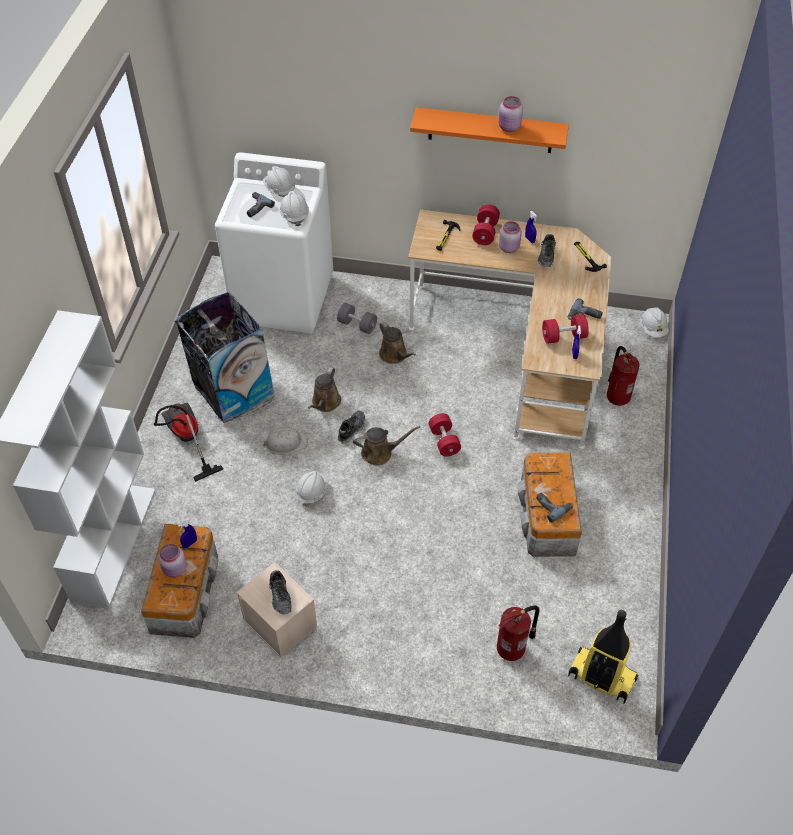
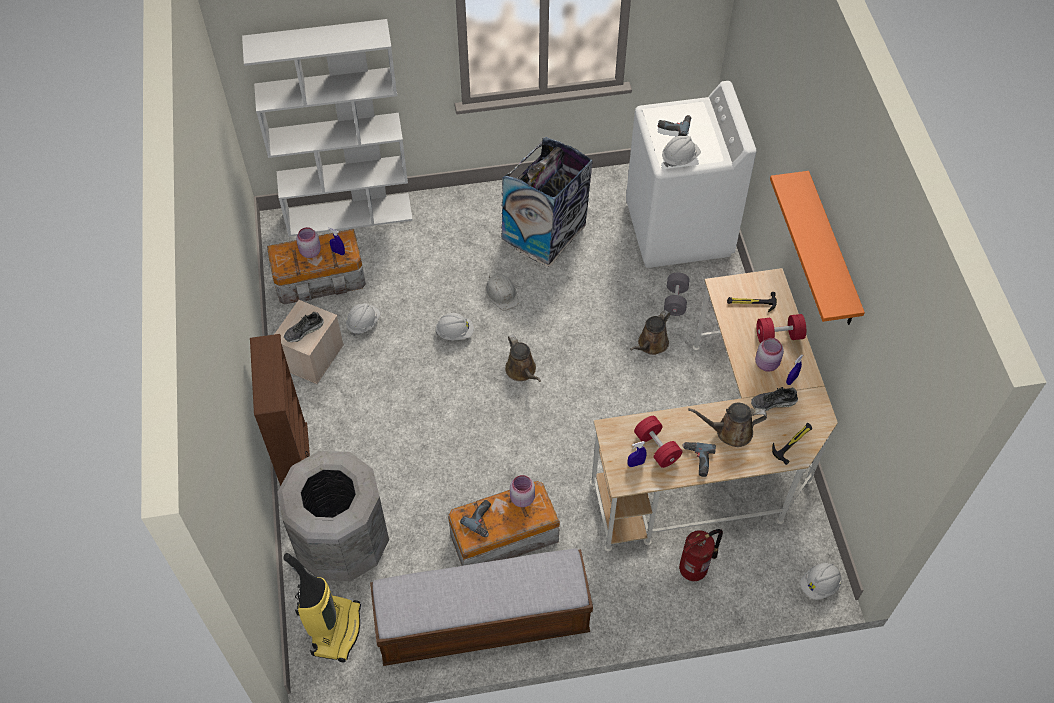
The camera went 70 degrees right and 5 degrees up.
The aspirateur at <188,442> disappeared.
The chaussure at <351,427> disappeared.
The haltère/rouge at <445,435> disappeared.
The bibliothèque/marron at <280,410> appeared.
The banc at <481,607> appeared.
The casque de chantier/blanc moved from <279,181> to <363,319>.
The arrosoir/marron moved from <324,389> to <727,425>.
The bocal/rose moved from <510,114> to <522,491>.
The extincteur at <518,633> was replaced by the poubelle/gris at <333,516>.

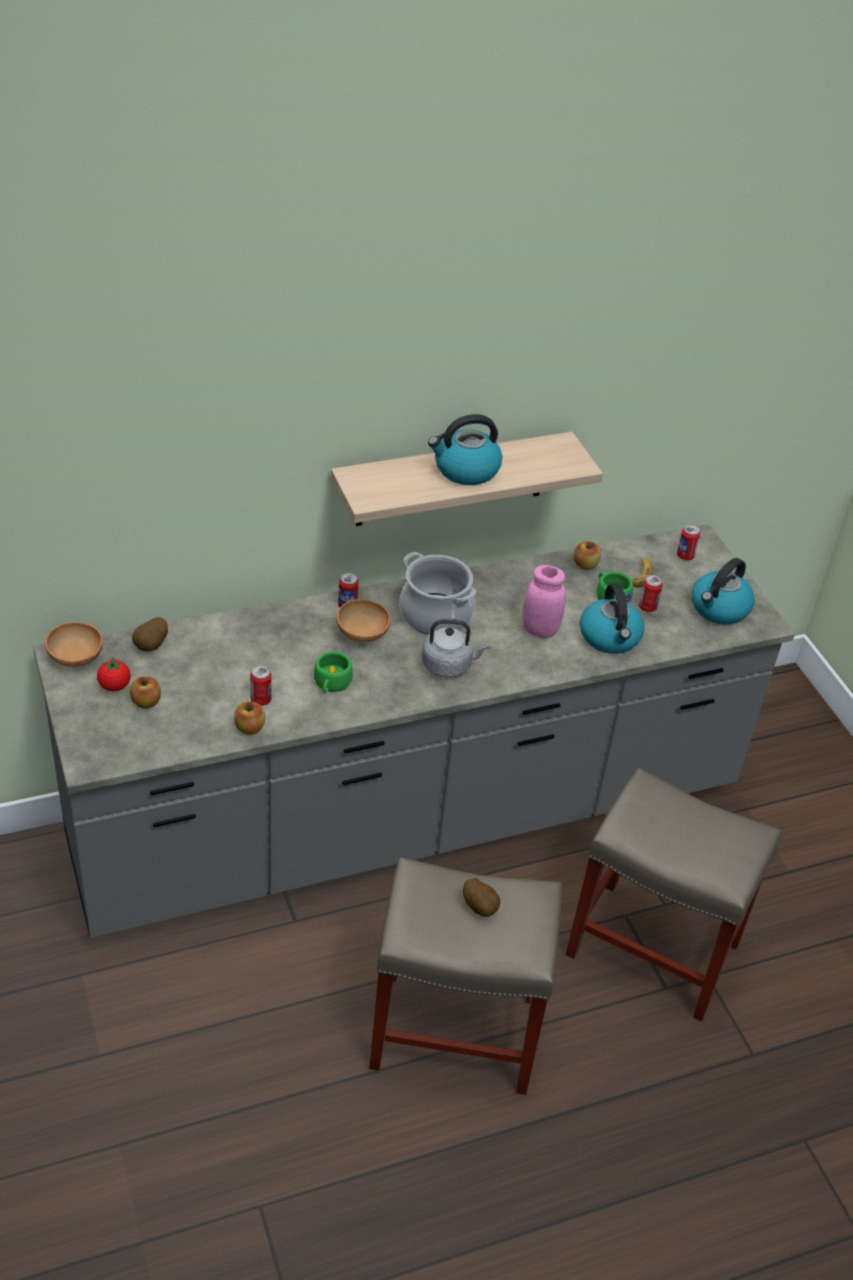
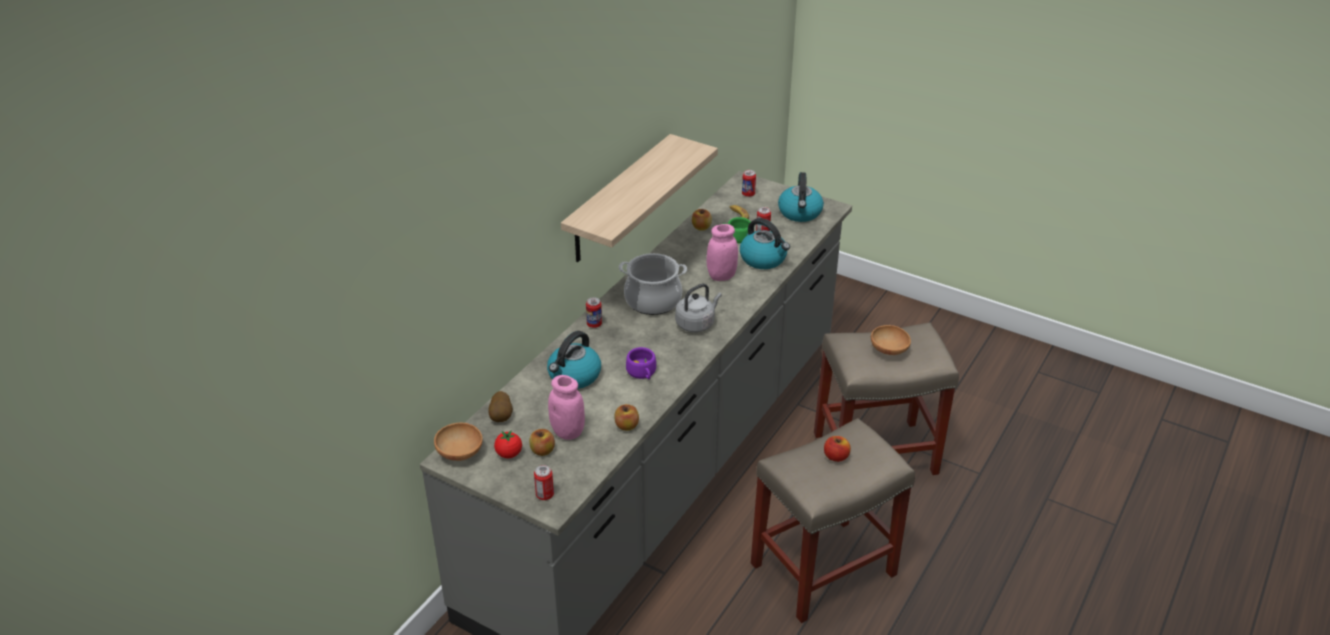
The camera went 35 degrees left and 5 degrees down.
The bocal/rose at <566,407> appeared.
The boîte métallique moved from <261,686> to <544,482>.
The bol/marron moved from <363,620> to <891,340>.
The bouilloire moved from <465,449> to <574,360>.
The pomme de terre at <481,897> was replaced by the pomme at <837,449>.
The tasse/vert at <333,672> became the tasse/violet at <641,363>.

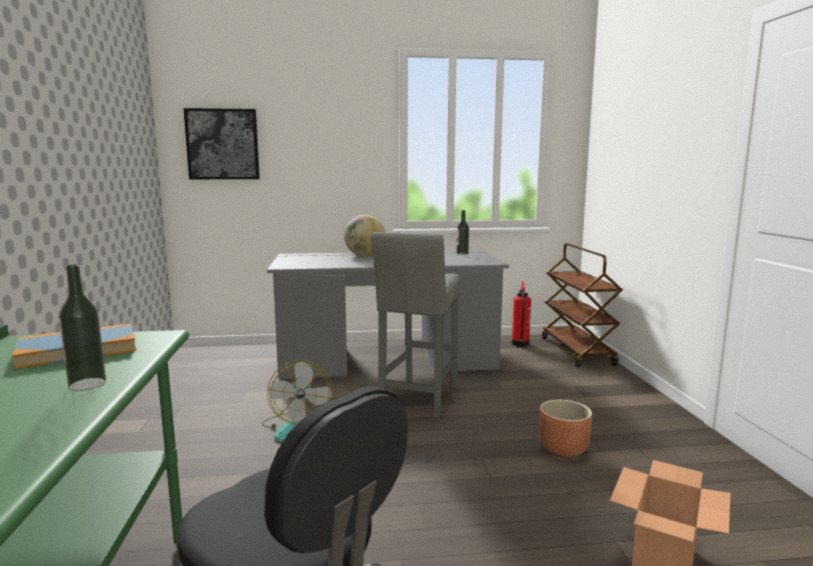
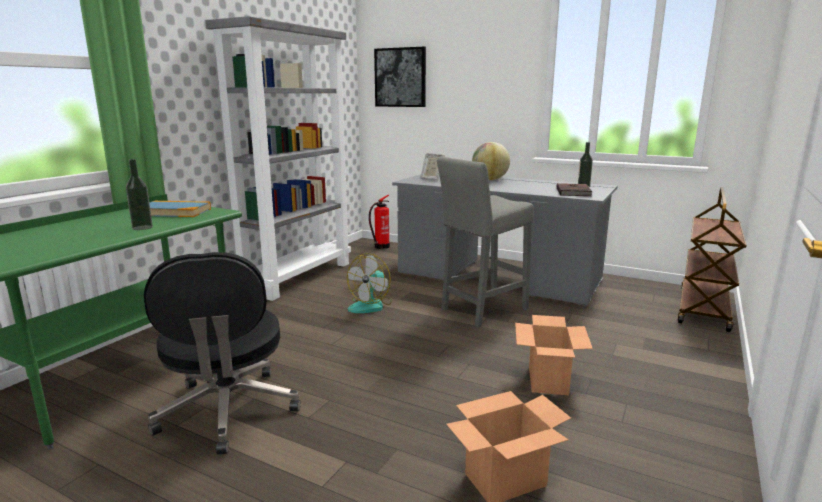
The camera went 35 degrees right and 5 degrees up.
The bibliothèque/gris at <278,158> appeared.
The cadre photo at <433,166> appeared.
The livre/marron at <574,189> appeared.
The extincteur moved from <521,314> to <379,222>.
The cache-pot/marron at <565,429> was replaced by the carton at <554,355>.

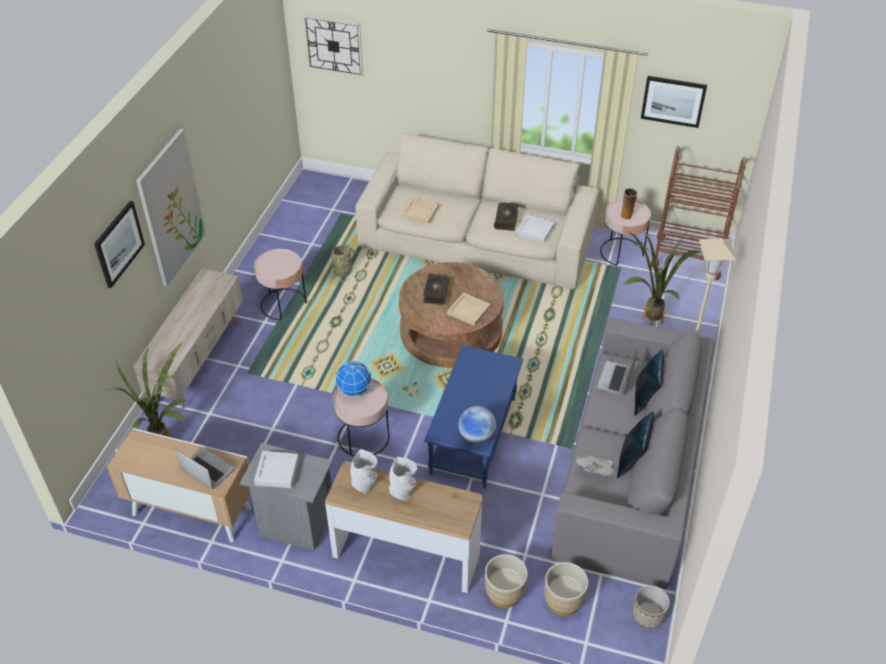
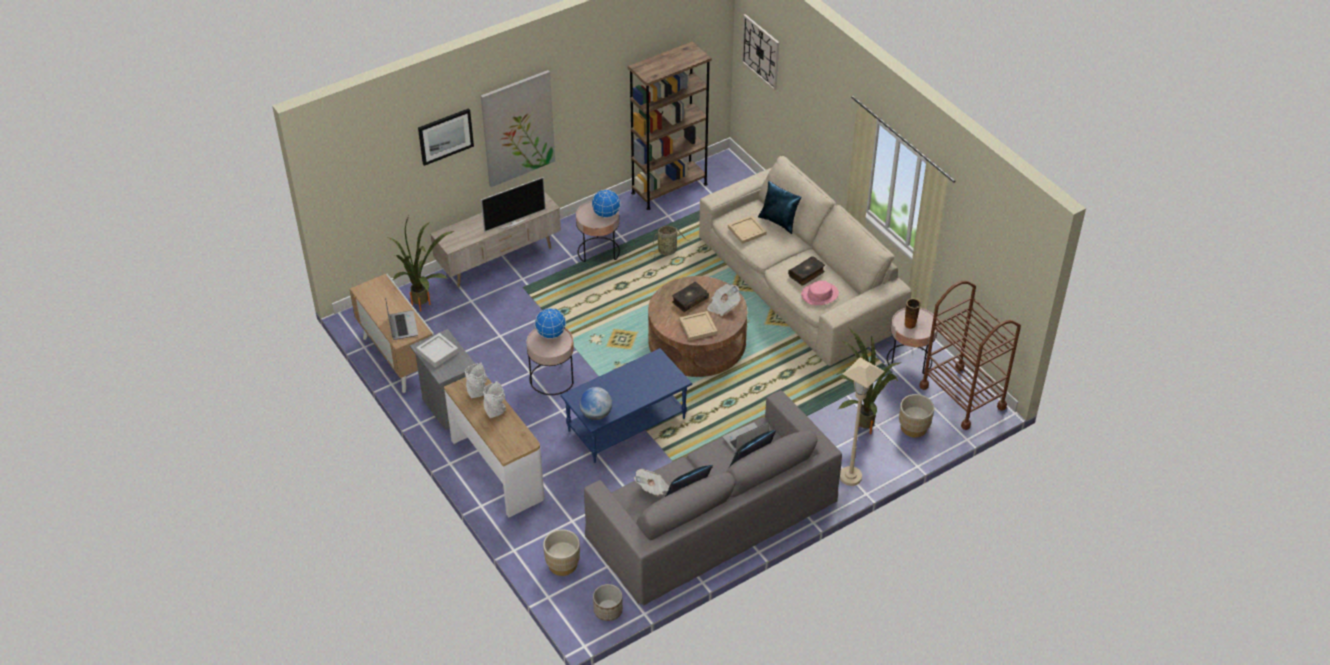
The camera went 40 degrees right and 0 degrees up.
The tableau at <674,102> disappeared.
The téléviseur at <513,204> appeared.
The globe at <606,203> appeared.
The bibliothèque/marron at <670,125> appeared.
The journal at <723,300> appeared.
The coussin/bleu at <779,207> appeared.
The cache-pot/beige moved from <506,581> to <916,415>.
The plateau/blanc at <535,228> was replaced by the chapeau/rose at <820,293>.

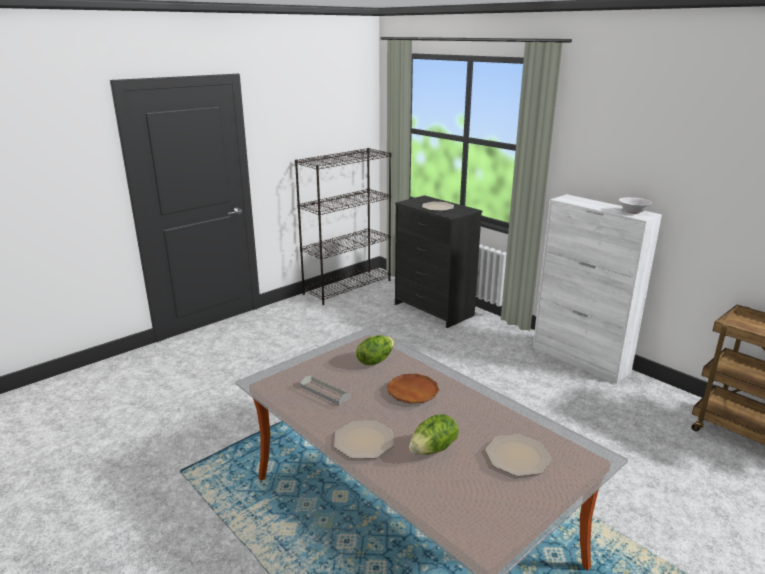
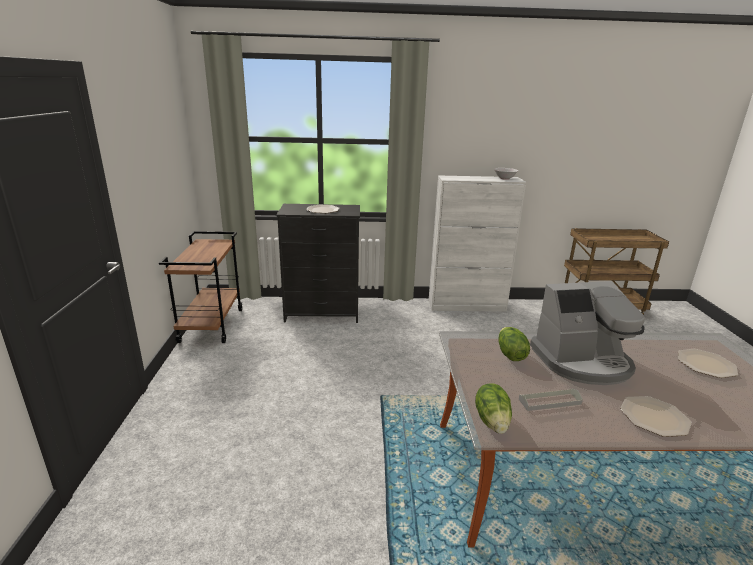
The camera went 50 degrees left and 0 degrees up.
The laitue moved from <434,434> to <493,409>.
The bibliothèque/noir at <343,226> was replaced by the chariot/marron at <200,287>.
The assiette/marron at <413,388> was replaced by the machine à café at <587,333>.

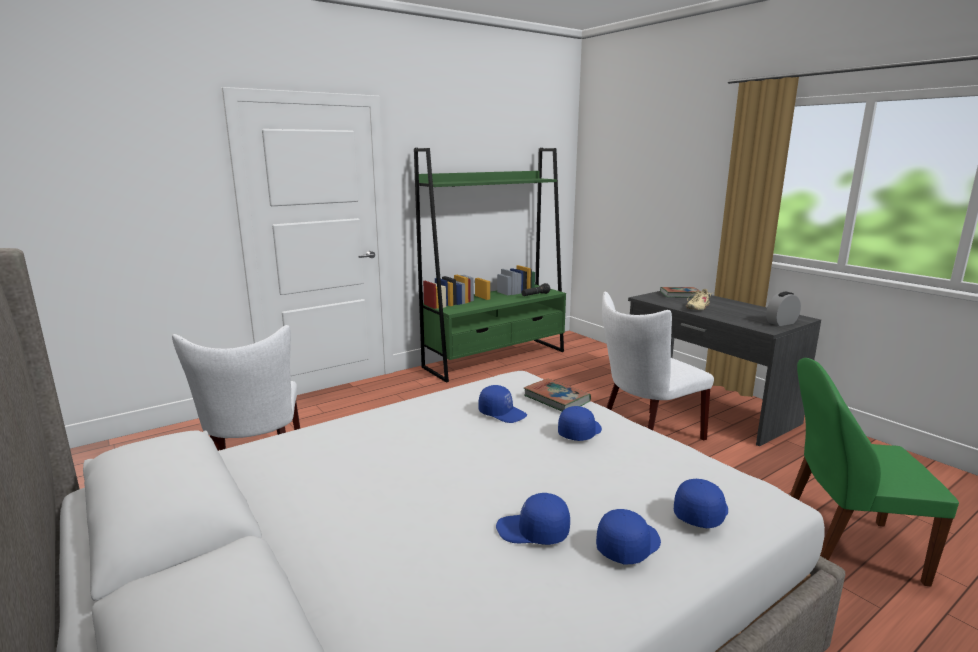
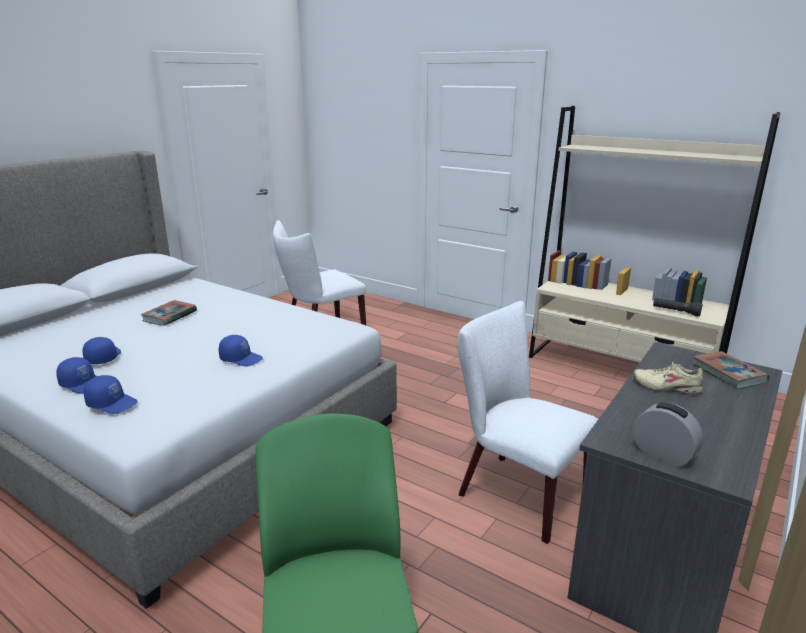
The camera went 70 degrees right and 5 degrees up.
The casquette/bleu at <502,404> disappeared.
The livre moved from <557,395> to <169,313>.
The bibliothèque/vert at <490,265> became the bibliothèque/beige at <654,234>.

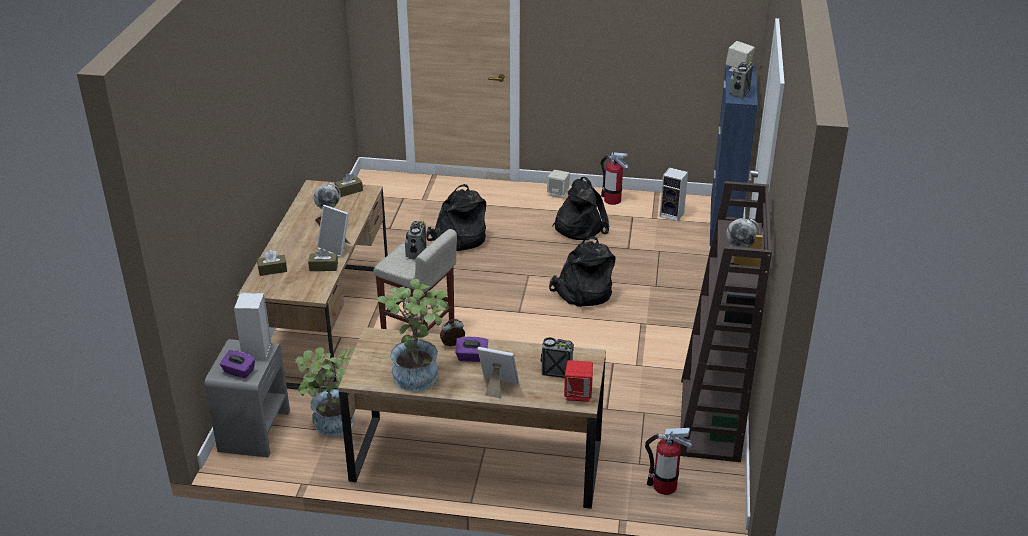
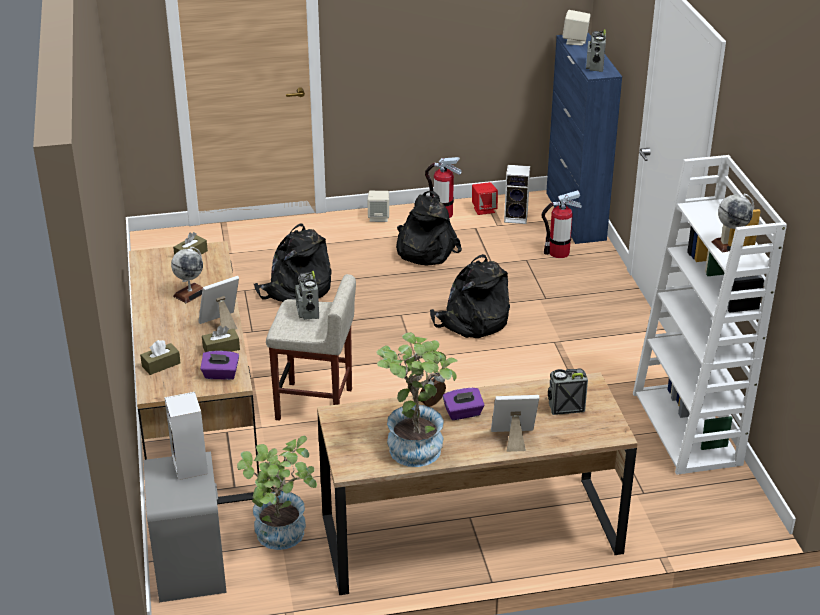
The camera went 20 degrees left and 0 degrees up.
The boîte à mouchoirs/violet moved from <237,364> to <219,365>.
The enceinte/rouge moved from <578,381> to <485,198>.
The extincteur moved from <668,461> to <561,224>.
The bibliothèque/marron at <725,321> became the bibliothèque/blanc at <710,315>.
The cadre photo at <333,231> turned 135 degrees clockwise.

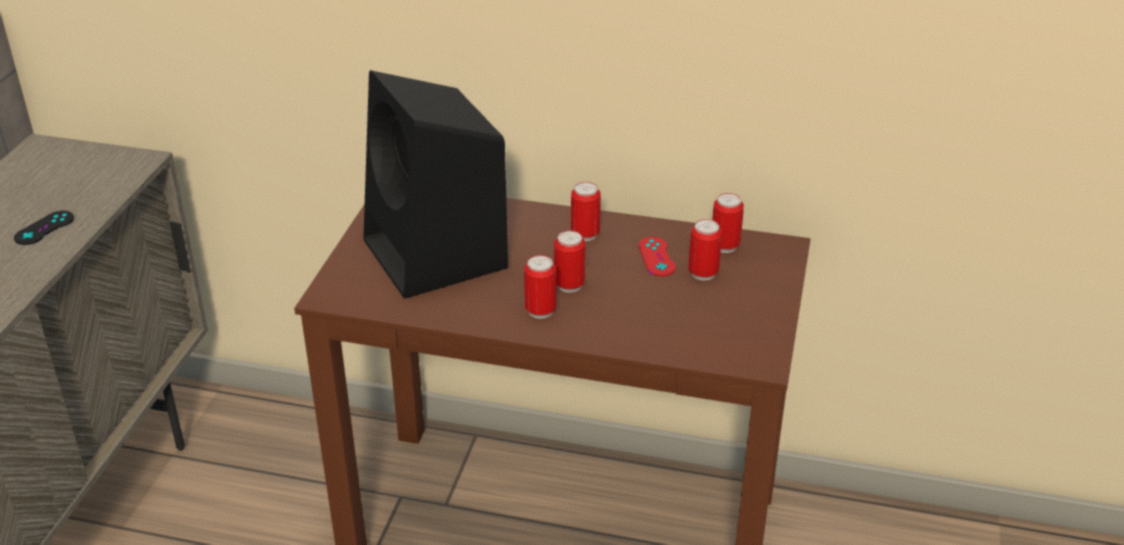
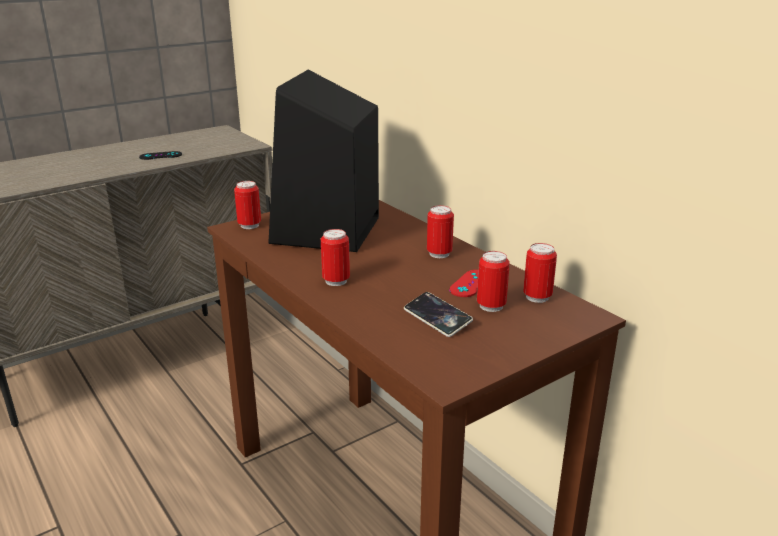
The camera went 40 degrees right and 10 degrees down.
The téléphone at <438,314> appeared.
The boîte métallique moved from <570,261> to <247,205>.

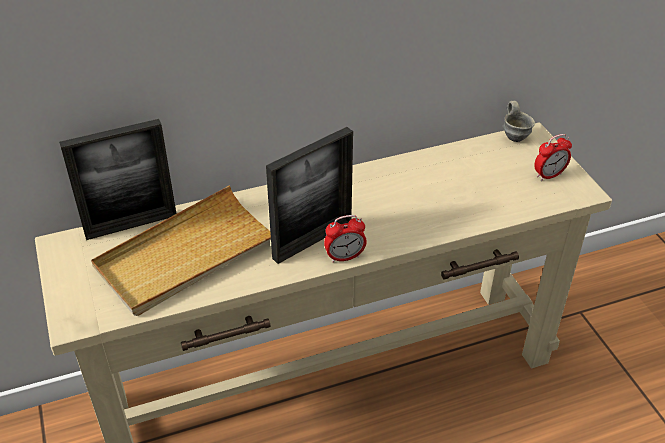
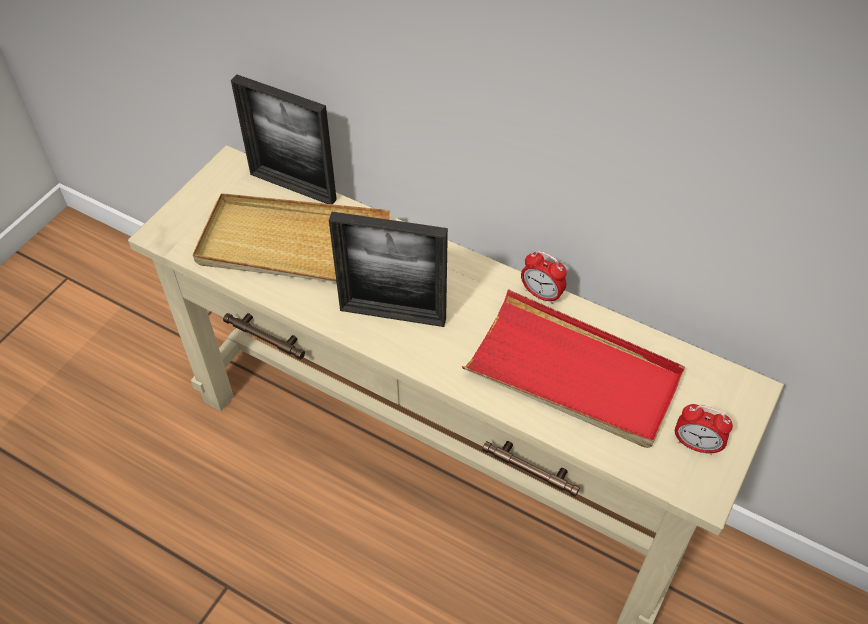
The camera went 50 degrees right and 10 degrees up.
The mug/gris at <519,121> disappeared.
The plateau/rouge at <573,368> appeared.
The réveil moved from <345,239> to <544,277>.

